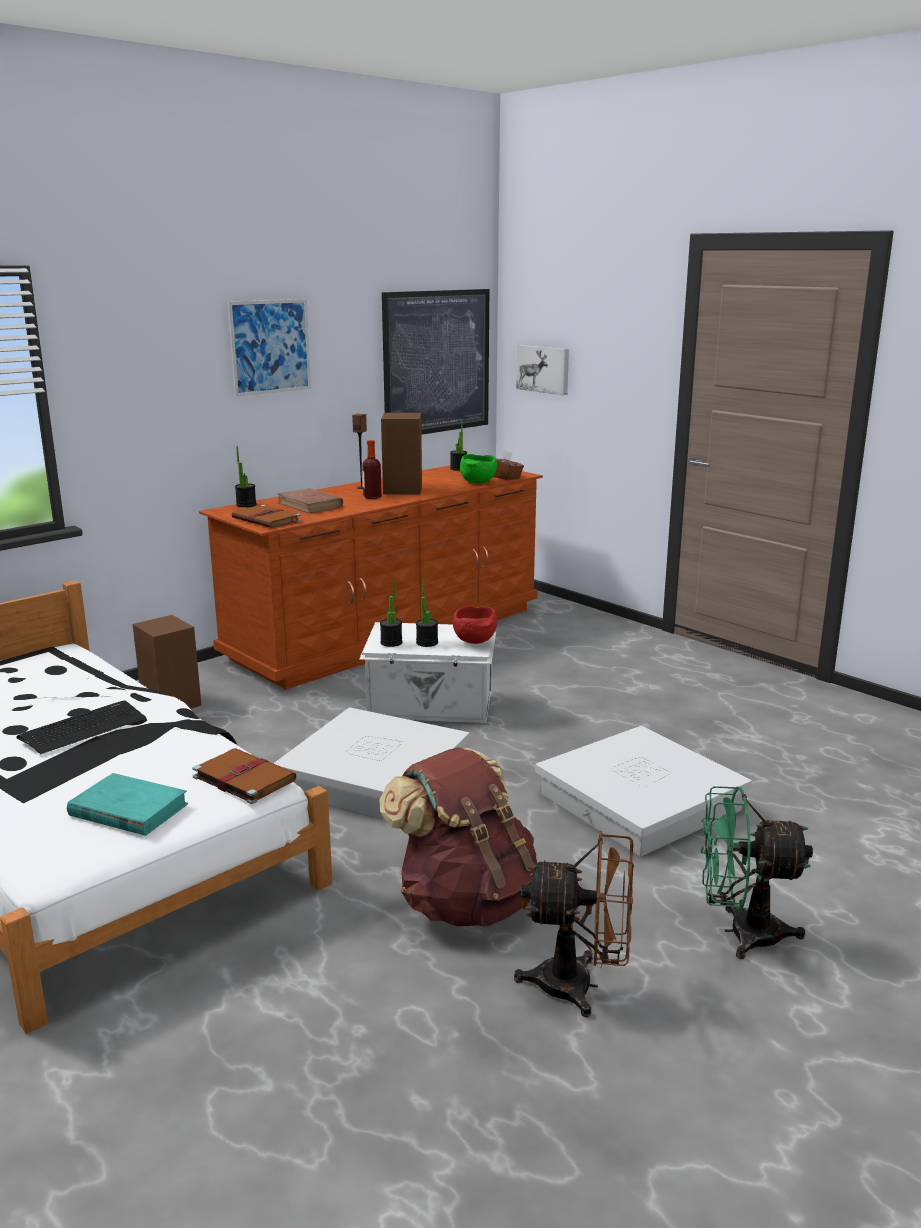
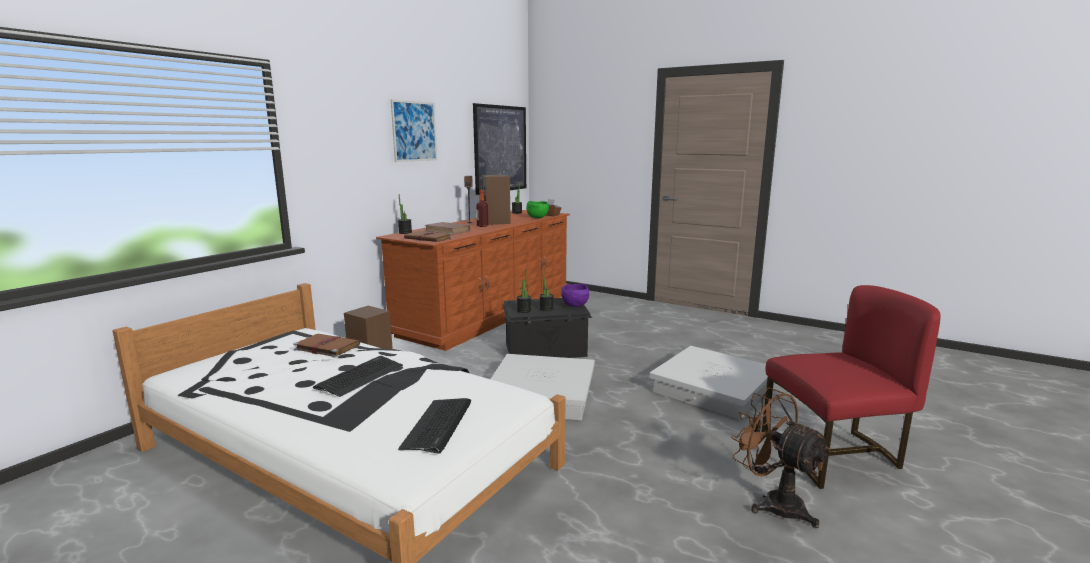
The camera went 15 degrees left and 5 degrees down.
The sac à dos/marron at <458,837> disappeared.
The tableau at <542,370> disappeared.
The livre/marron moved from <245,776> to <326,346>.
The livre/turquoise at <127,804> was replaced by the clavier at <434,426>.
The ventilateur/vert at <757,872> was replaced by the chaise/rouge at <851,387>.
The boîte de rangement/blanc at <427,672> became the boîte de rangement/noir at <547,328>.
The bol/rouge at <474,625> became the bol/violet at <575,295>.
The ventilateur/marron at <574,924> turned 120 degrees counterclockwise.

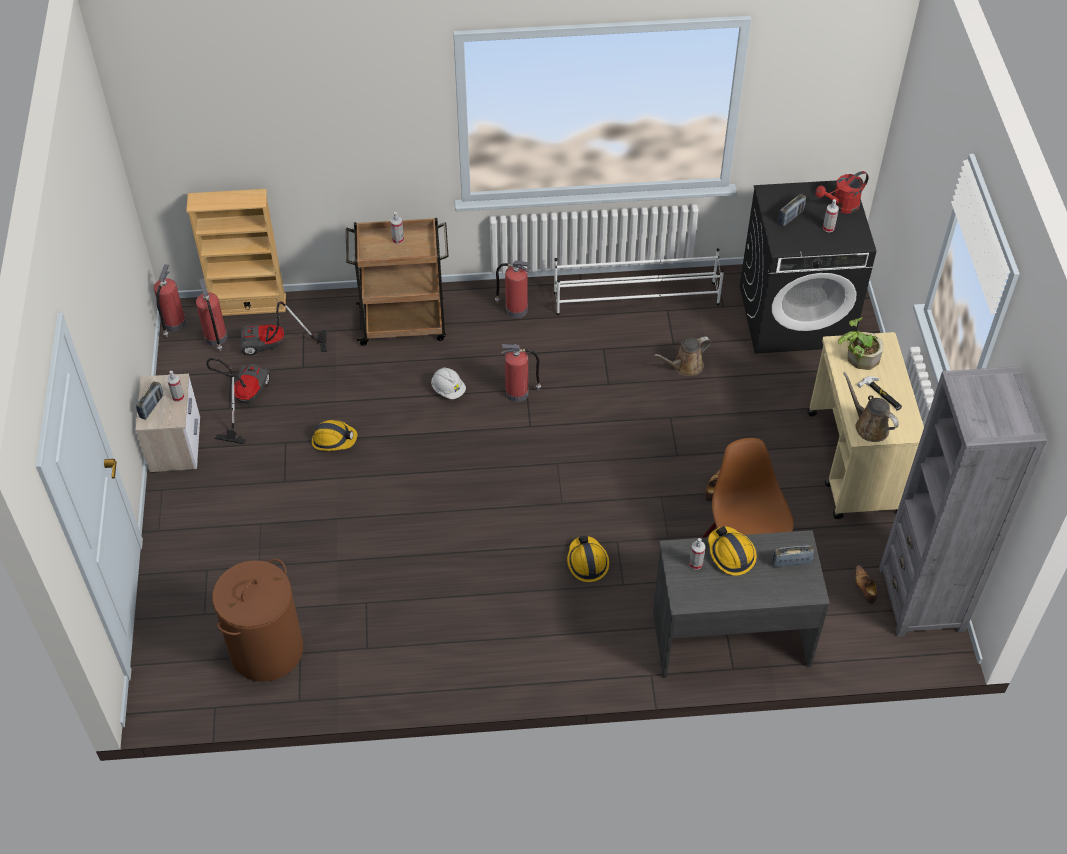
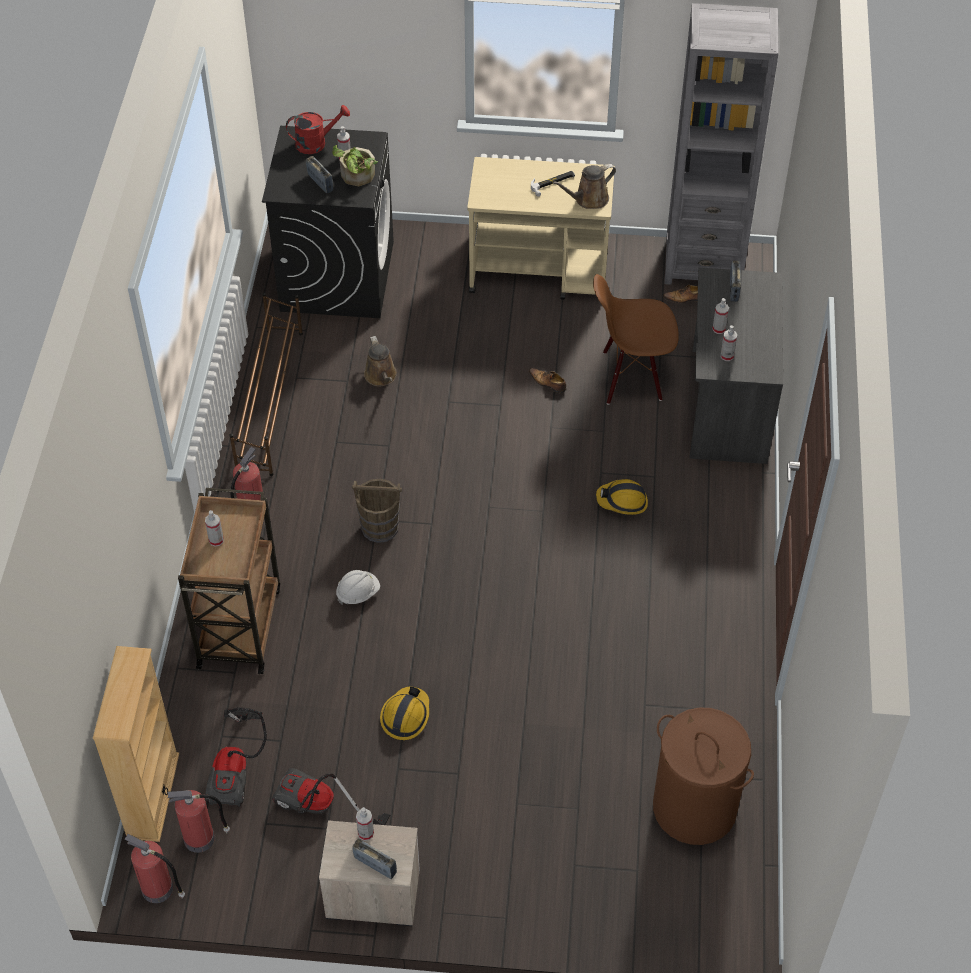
The camera went 80 degrees left and 0 degrees up.
The plante en pot moved from <860,343> to <355,165>.
The extincteur at <521,373> was replaced by the seau/marron at <377,511>.
The casque de chantier at <732,551> was replaced by the vaporisateur at <721,316>.
The étagère à chaussures/blanc at <639,281> became the étagère à chaussures/marron at <266,384>.
The arrosoir/rouge at <842,192> turned 90 degrees counterclockwise.

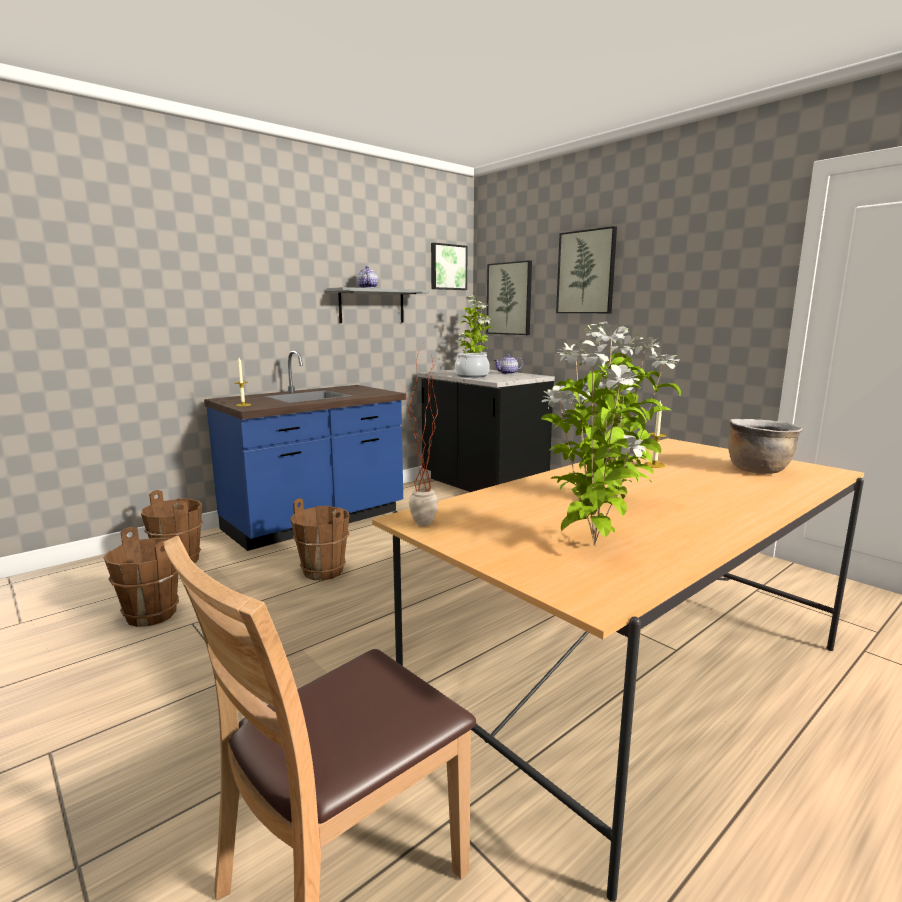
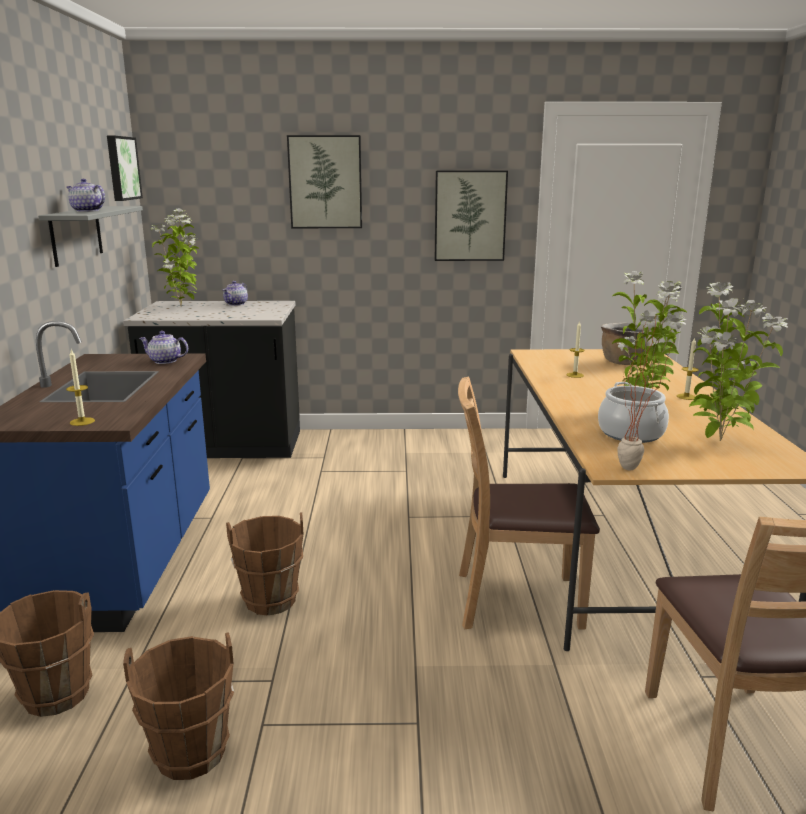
The camera went 50 degrees left and 5 degrees up.
The théière at <163,347> appeared.
The chaise/marron at <529,503> appeared.
The bougie at <688,368> appeared.
The marmite moved from <472,365> to <633,412>.
The tableau moved from <509,297> to <471,216>.

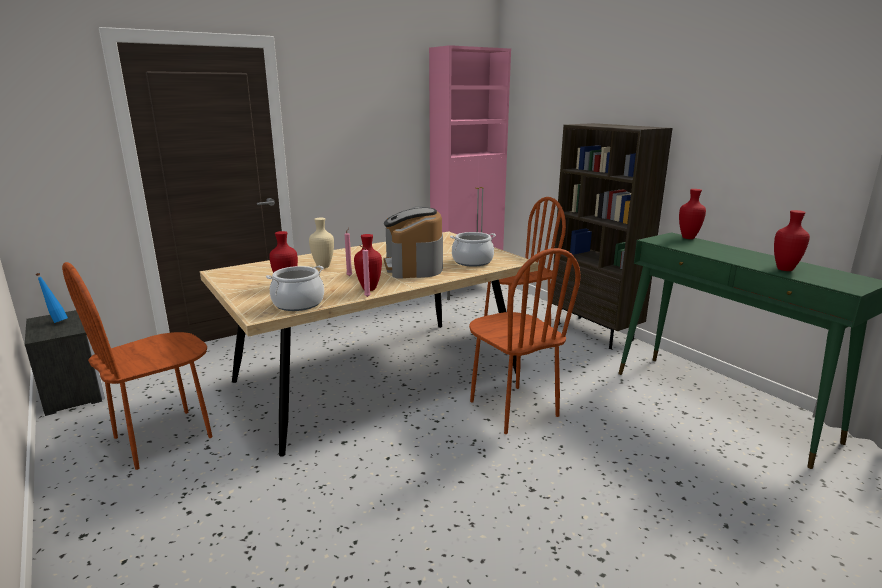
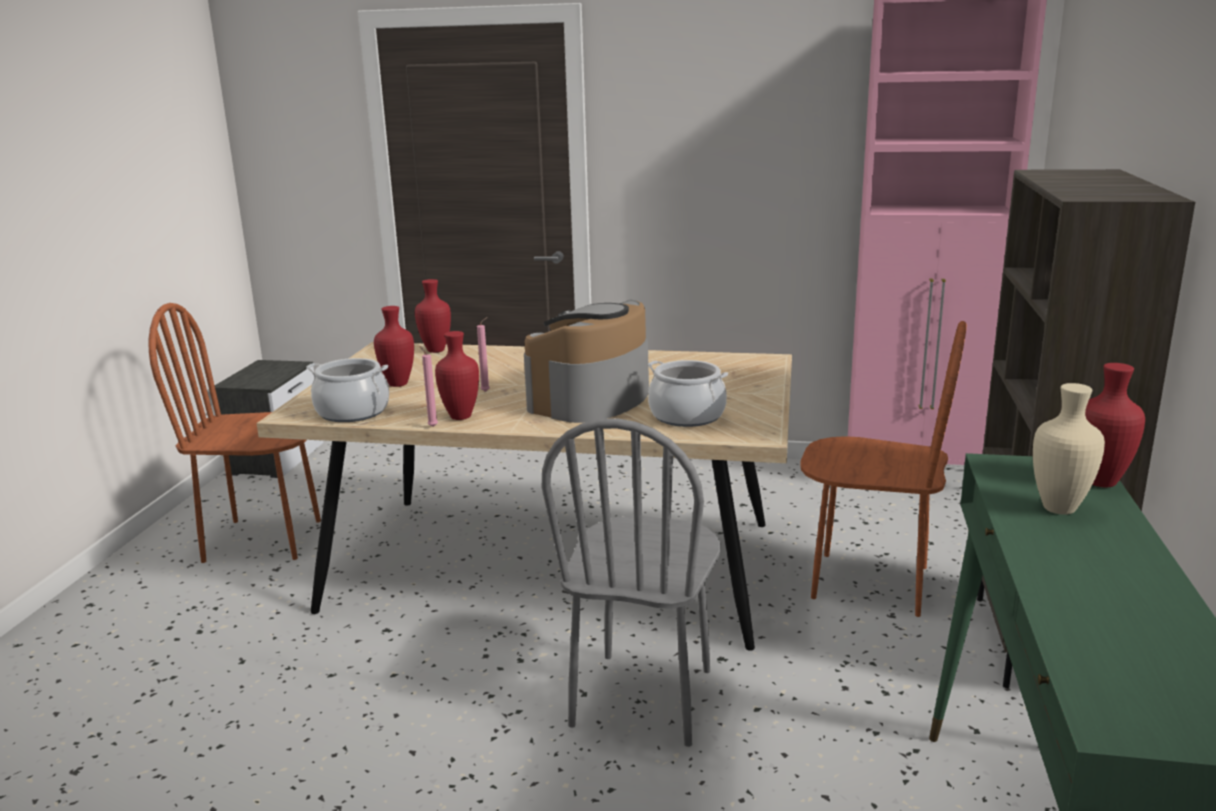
The camera went 45 degrees right and 0 degrees up.
The bouteille/bleu at <52,298> disappeared.
The vase/beige moved from <321,243> to <1069,449>.
The vase/rouge moved from <792,240> to <433,316>.
The chaise/marron at <525,341> became the chaise/gris at <631,582>.

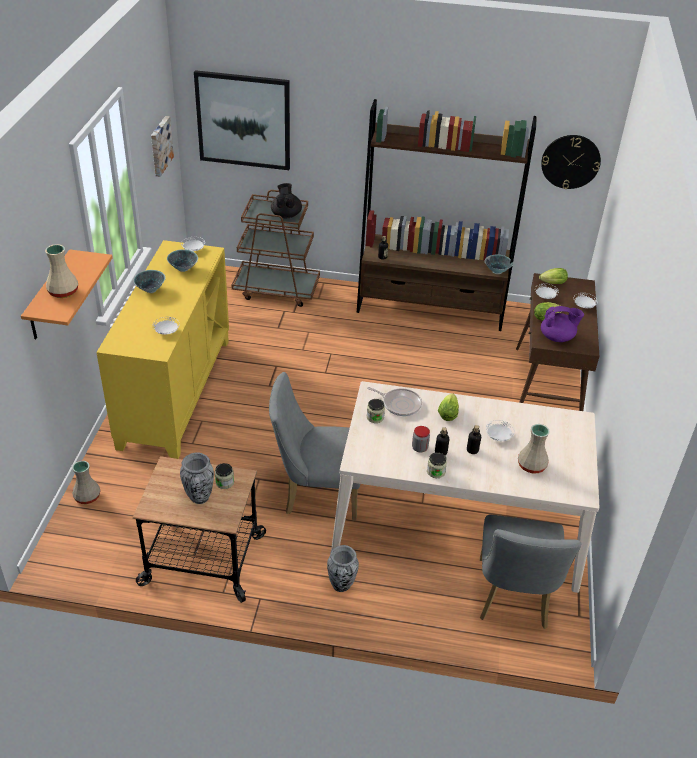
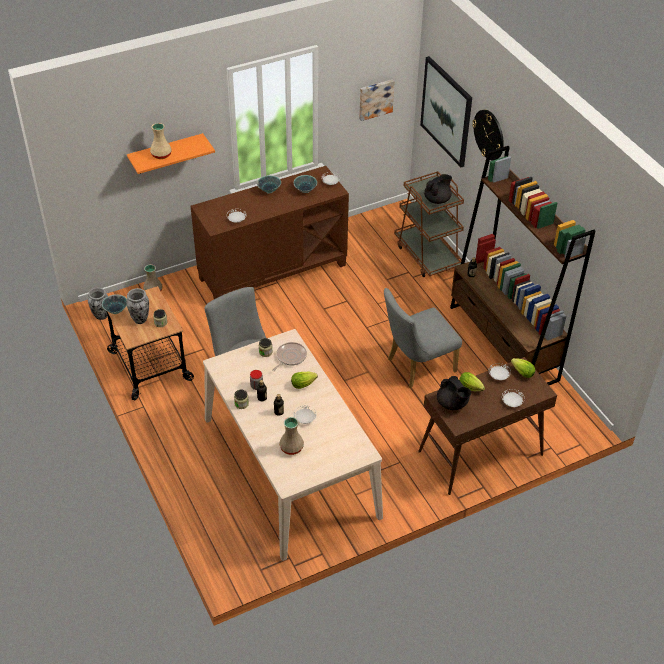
The camera went 55 degrees right and 5 degrees up.
The vase moved from <343,568> to <98,304>.
The chaise/gris moved from <531,572> to <423,338>.
The bol moved from <499,264> to <114,304>.
The horloge murale moved from <571,162> to <488,135>.
The meuble de rangement/jaune at <162,349> became the meuble de rangement/marron at <270,232>.
The théière/violet at <562,324> became the théière/noir at <454,393>.
The poêle at <394,401> turned 135 degrees counterclockwise.

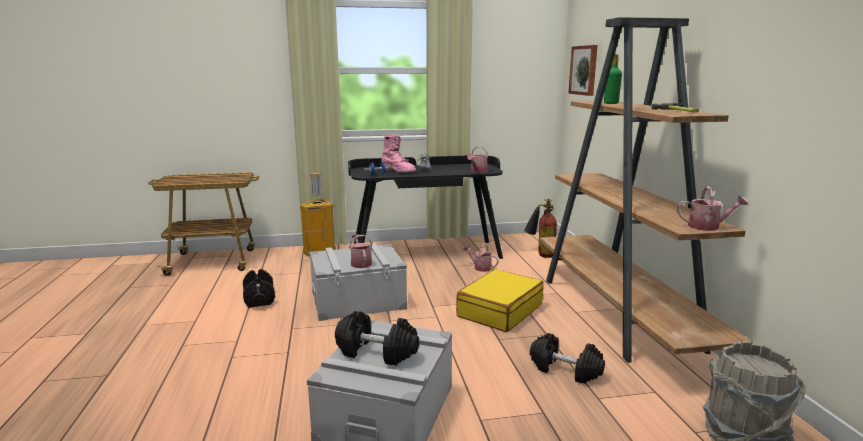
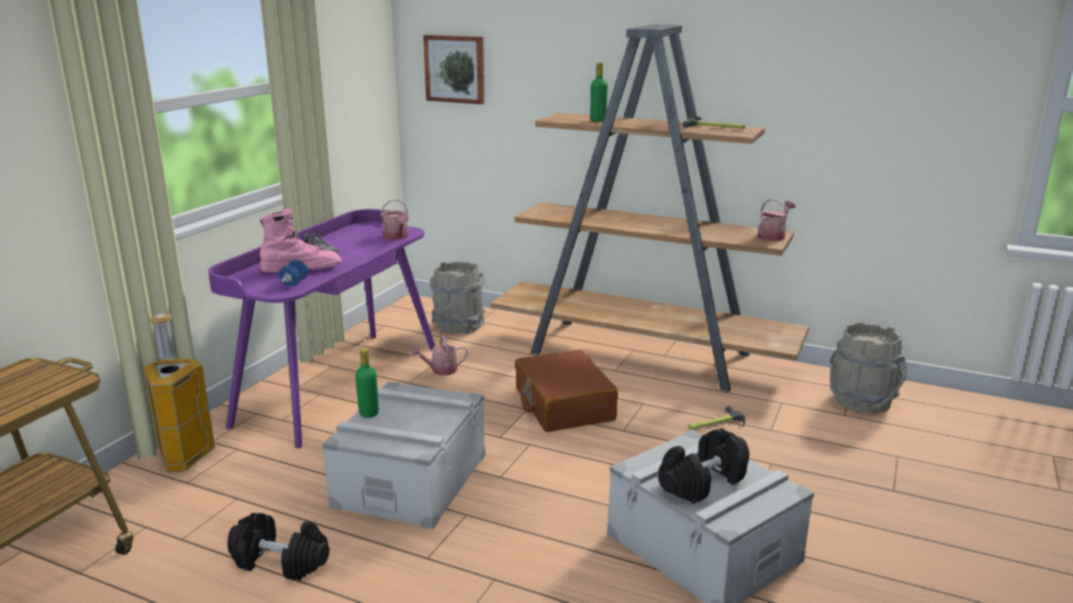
The camera went 55 degrees left and 5 degrees up.
The arrosoir at <360,251> disappeared.
The bouteille/vert at <367,383> appeared.
The extincteur at <540,228> was replaced by the seau/gris at <457,297>.
The haltère/noir at <567,358> was replaced by the marteau at <716,418>.
The bureau/noir at <425,207> became the bureau/violet at <321,328>.
The valise/jaune at <500,300> became the valise/marron at <566,390>.

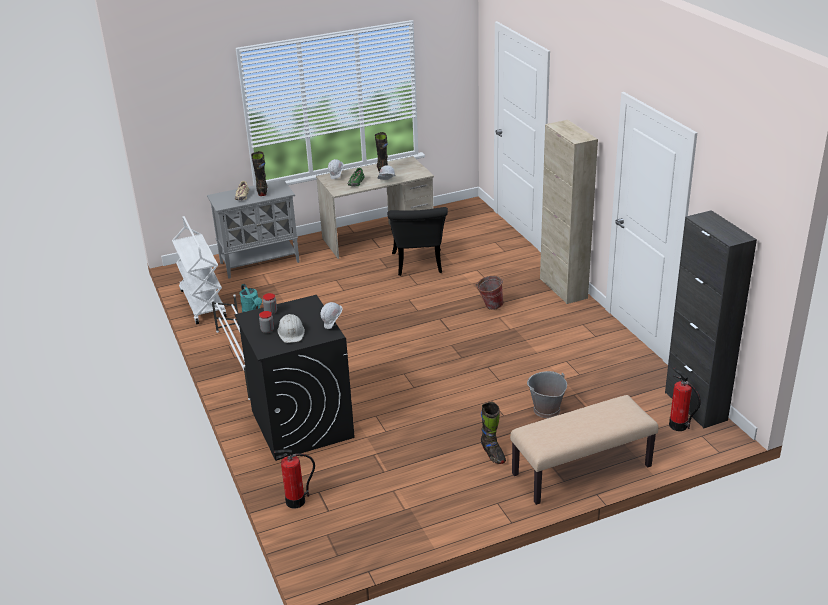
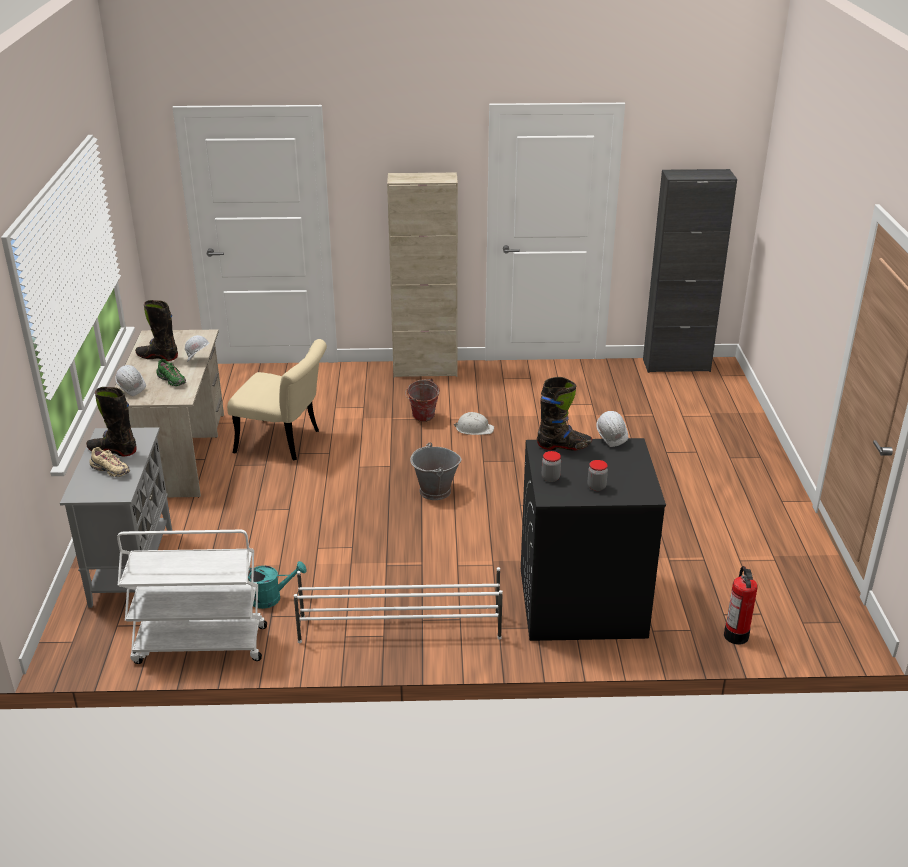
The camera went 70 degrees left and 0 degrees up.
The banc/beige at <584,450> disappeared.
The extincteur at <685,399> disappeared.
The casque de chantier/blanc moved from <291,328> to <474,423>.
The botte/noir moved from <493,433> to <564,414>.
The seau/gris moved from <547,394> to <436,471>.
The chaise/noir at <418,241> became the chaise/beige at <277,399>.

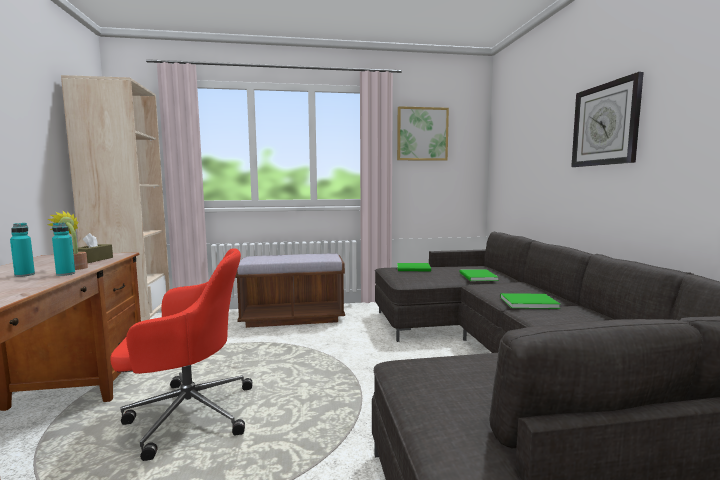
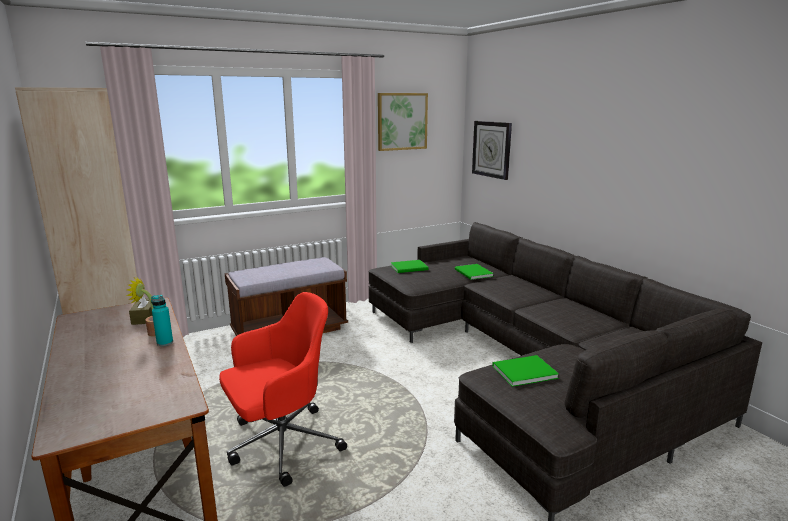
The camera went 20 degrees left and 10 degrees up.
The bouteille/turquoise at <22,250> disappeared.
The livre/vert moved from <530,301> to <525,371>.
The horloge murale moved from <607,119> to <492,150>.

